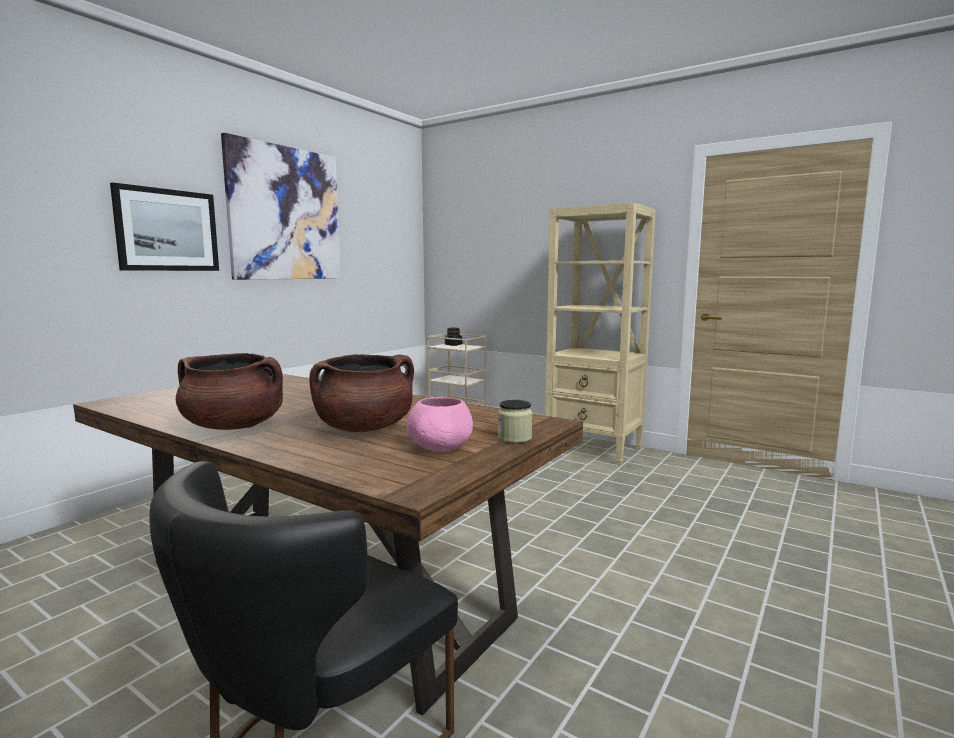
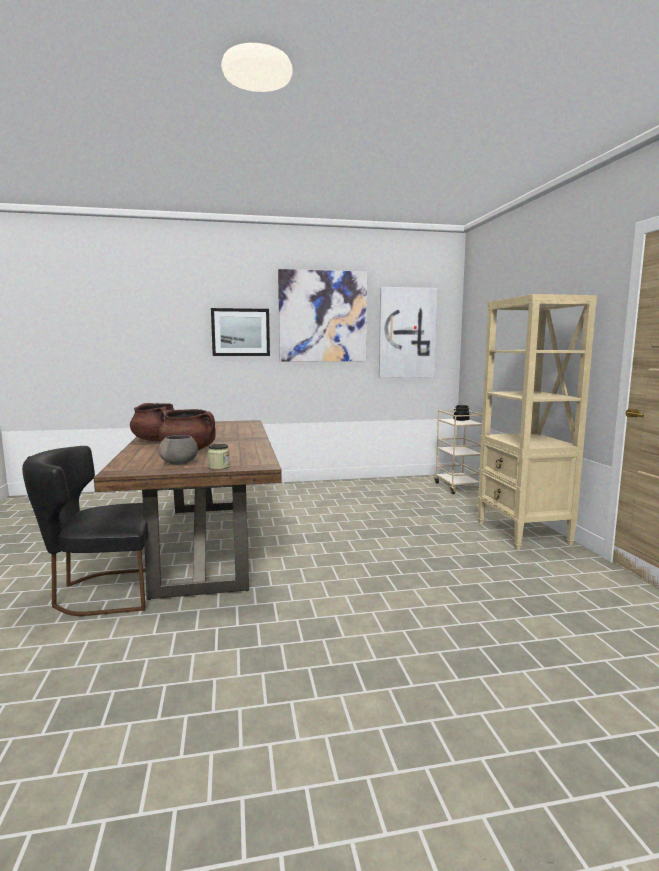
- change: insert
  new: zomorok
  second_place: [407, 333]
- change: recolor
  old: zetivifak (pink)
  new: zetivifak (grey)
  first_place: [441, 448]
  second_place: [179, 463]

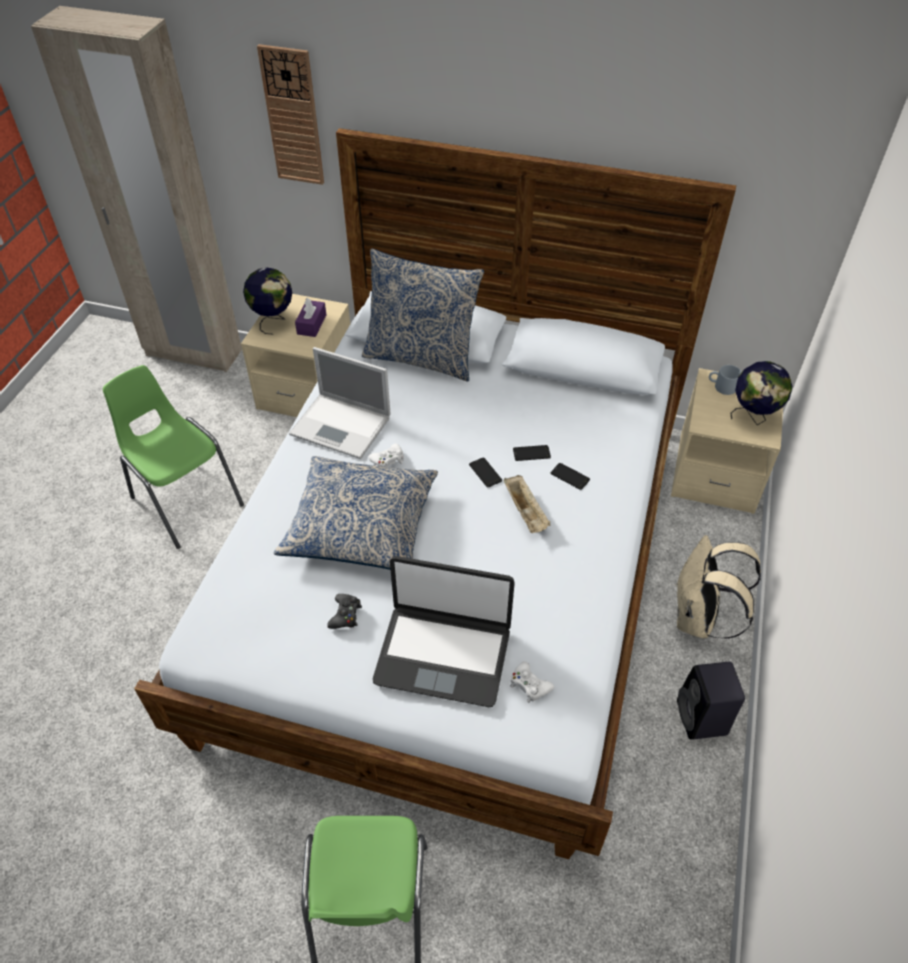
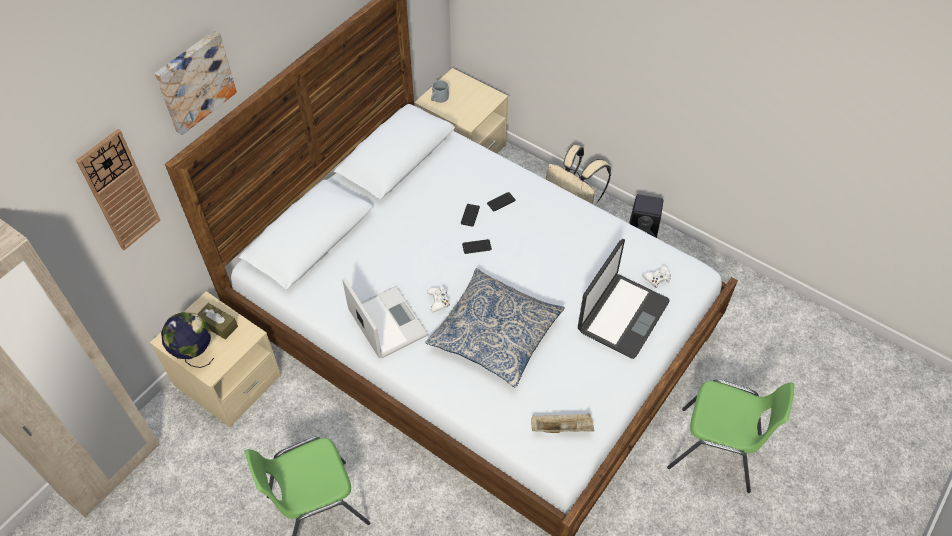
- change: delete
  old: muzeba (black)
  first_place: [345, 615]
- change: delete
  old: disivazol
  first_place: [421, 357]
- change: delete
  old: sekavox
  first_place: [753, 417]
- change: insert
  new: zomorok
  second_place: [194, 81]
- change: move
  old: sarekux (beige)
  first_place: [526, 512]
  second_place: [562, 428]
- change: recolor
  old: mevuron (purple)
  new: mevuron (brown)
  first_place: [311, 324]
  second_place: [218, 325]
- change: rotate
  old: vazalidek
  first_place: [342, 426]
  second_place: [386, 321]
  degrees: -75

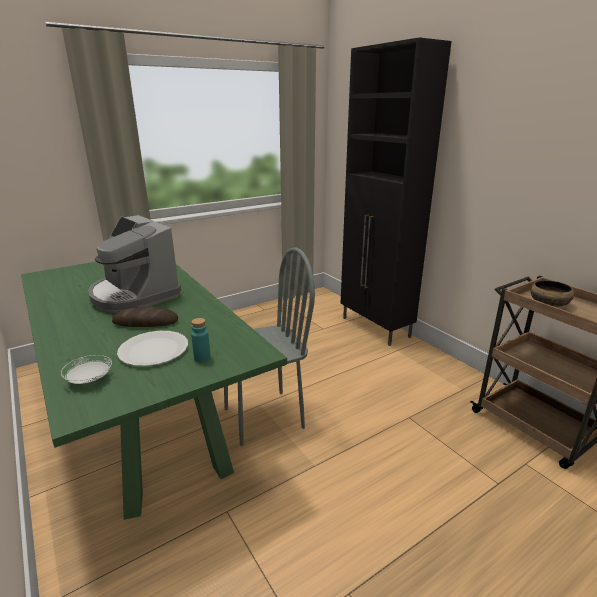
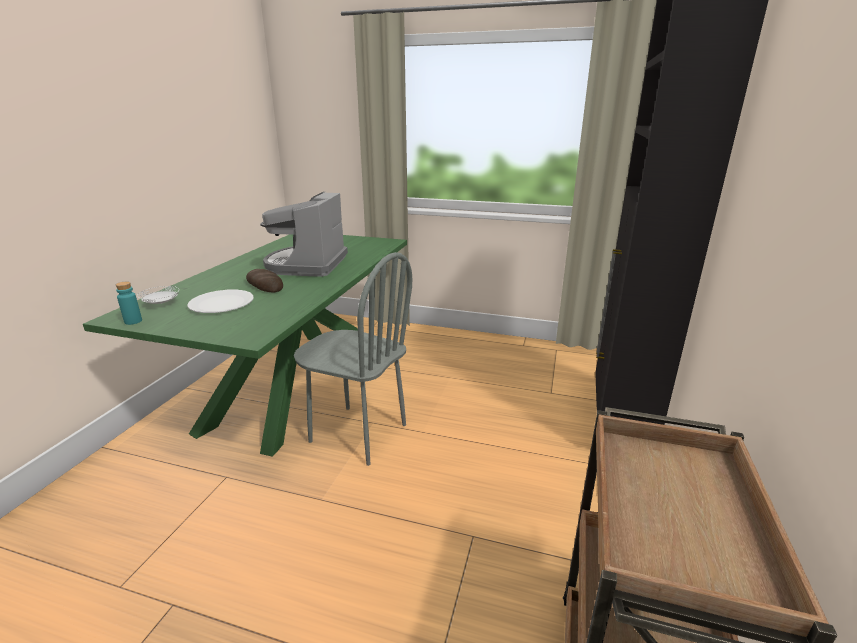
- change: delete
  old: zetivifak
  first_place: [549, 303]
- change: move
  old: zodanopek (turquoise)
  first_place: [202, 358]
  second_place: [133, 321]

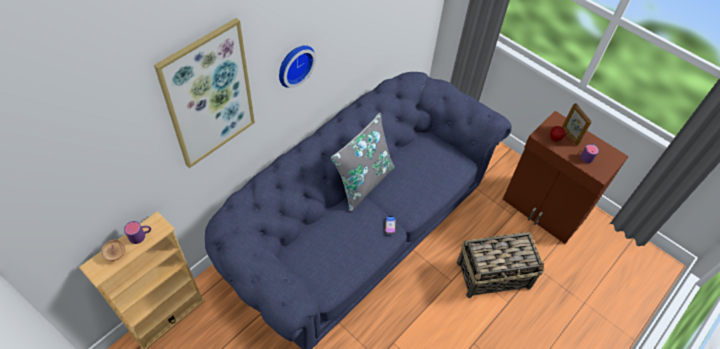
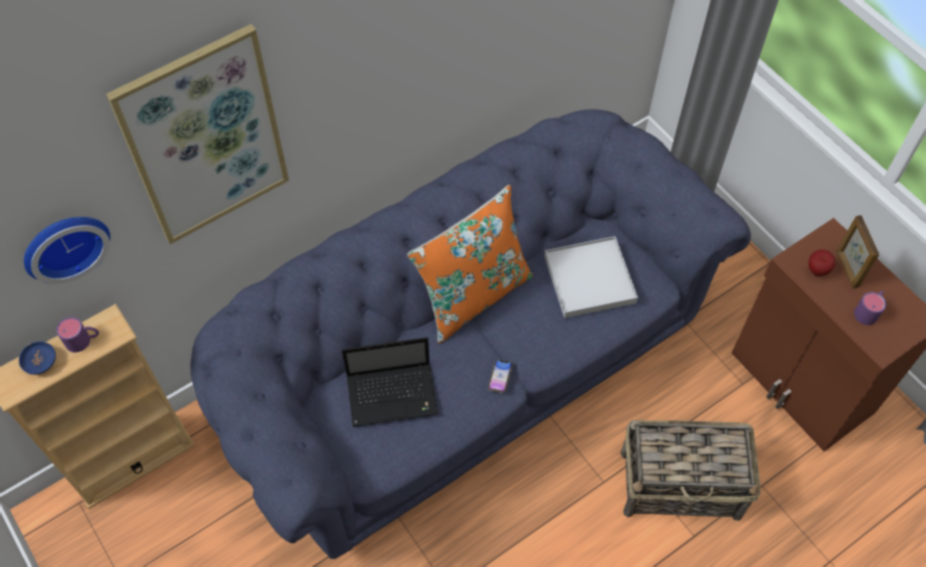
- change: insert
  new: vazalidek
  second_place: [394, 394]
- change: insert
  new: sarekux (white)
  second_place: [589, 279]
- change: move
  old: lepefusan
  first_place: [294, 64]
  second_place: [64, 244]
- change: recolor
  old: zetivifak (brown)
  new: zetivifak (blue)
  first_place: [115, 253]
  second_place: [41, 363]
- change: recolor
  old: disivazol (grey)
  new: disivazol (orange)
  first_place: [363, 182]
  second_place: [473, 295]

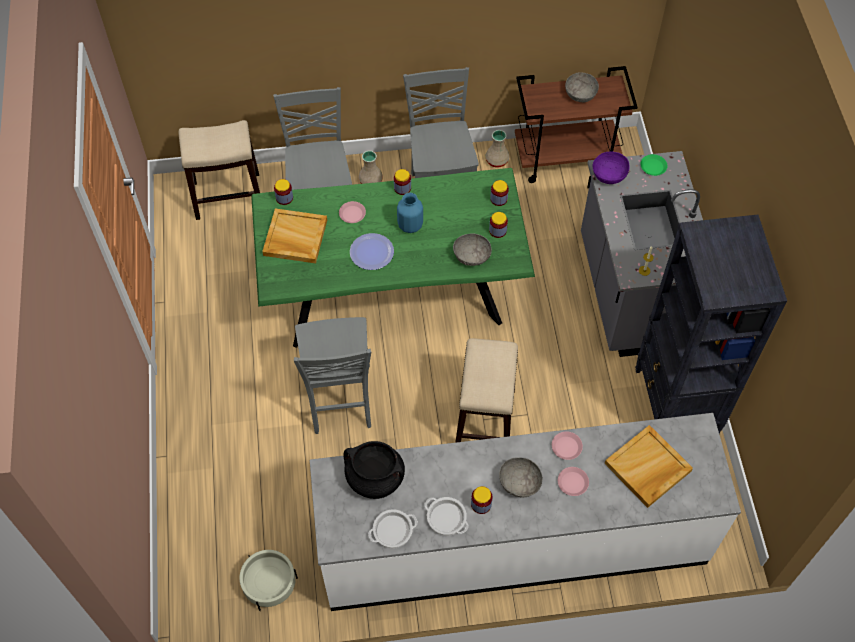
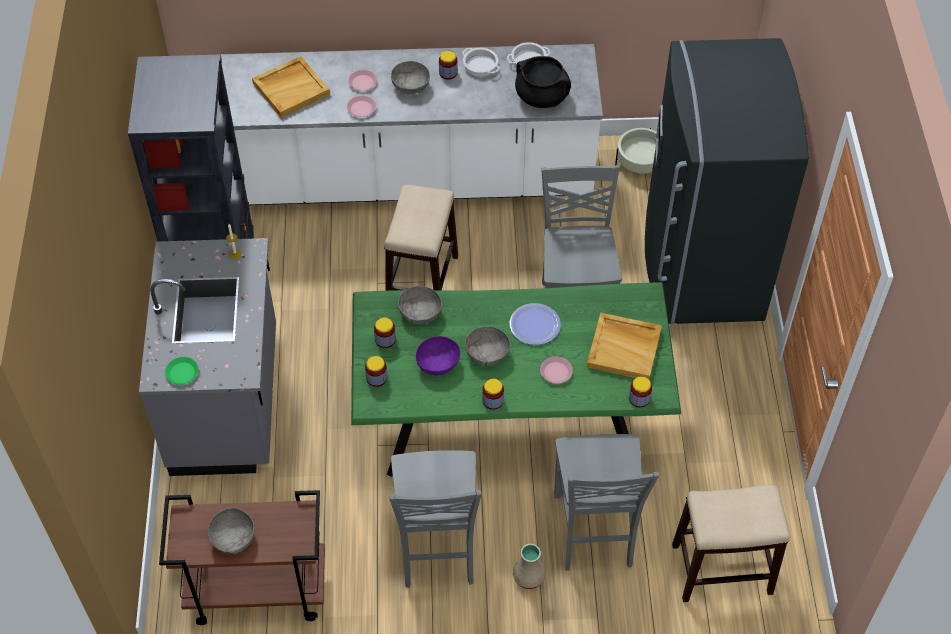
- change: delete
  old: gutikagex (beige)
  first_place: [497, 160]
- change: insert
  new: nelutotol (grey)
  second_place: [700, 265]
- change: move
  old: zetivifak (purple)
  first_place: [609, 175]
  second_place: [438, 363]
- change: replace
  old: gutikagex (blue)
  new: zetivifak (grey)
  first_place: [410, 225]
  second_place: [487, 353]

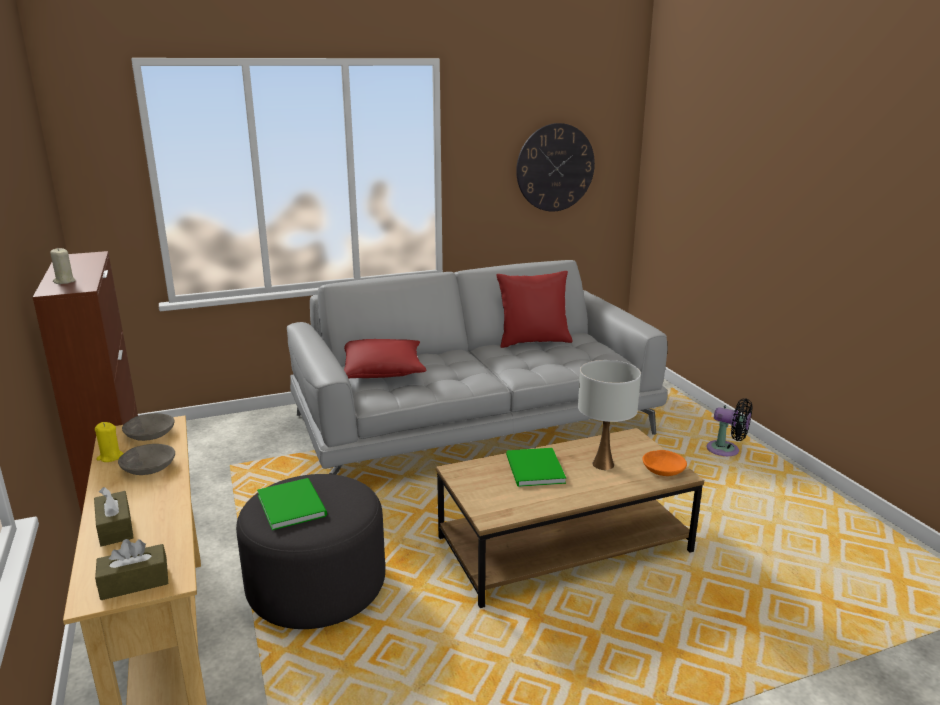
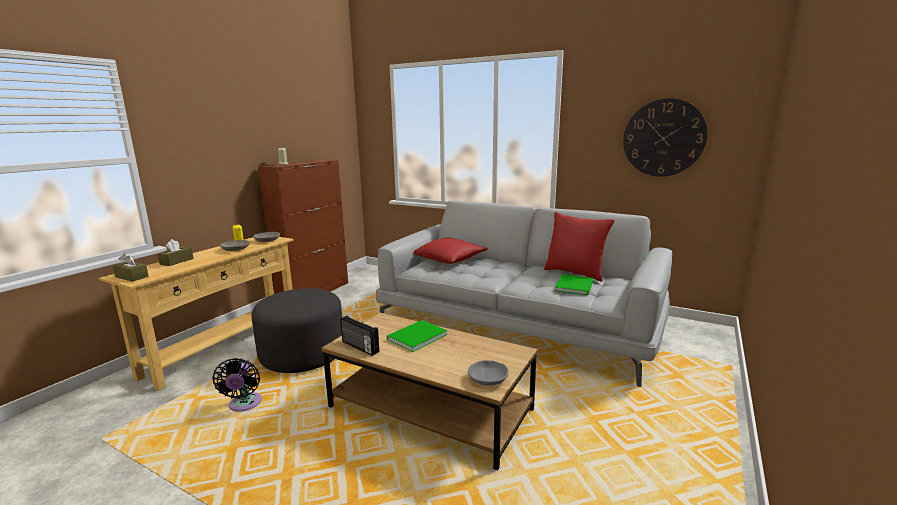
- change: delete
  old: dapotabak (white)
  first_place: [602, 464]
- change: insert
  new: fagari
  second_place: [359, 347]
- change: move
  old: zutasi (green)
  first_place: [293, 504]
  second_place: [575, 285]
- change: move
  old: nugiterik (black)
  first_place: [726, 450]
  second_place: [244, 405]
- change: recolor
  old: zetivifak (orange)
  new: zetivifak (grey)
  first_place: [663, 469]
  second_place: [488, 378]

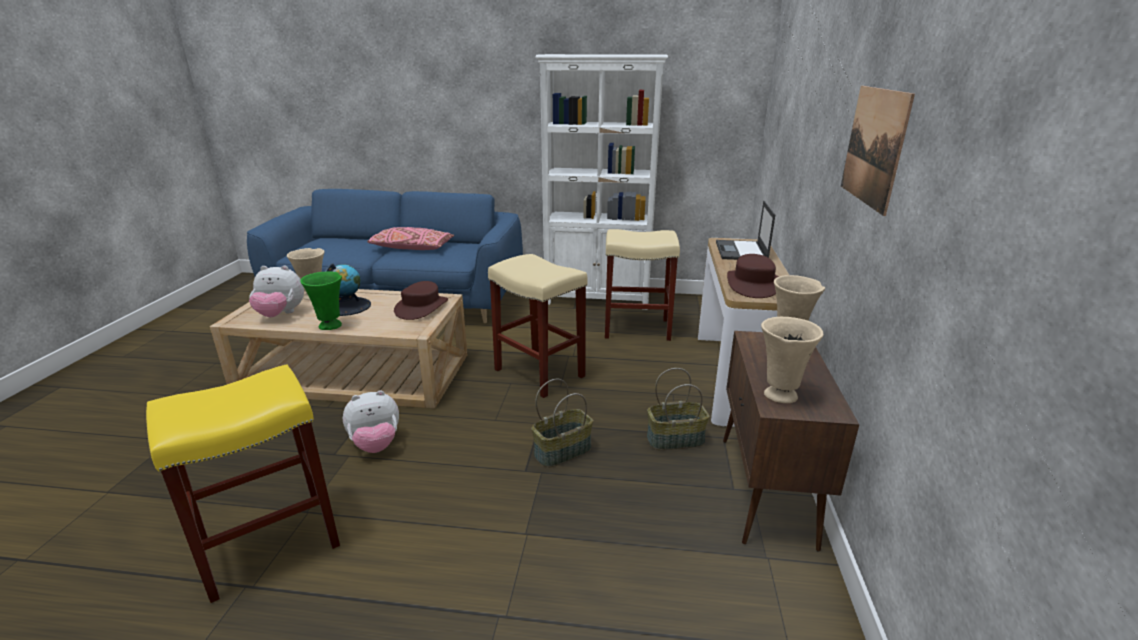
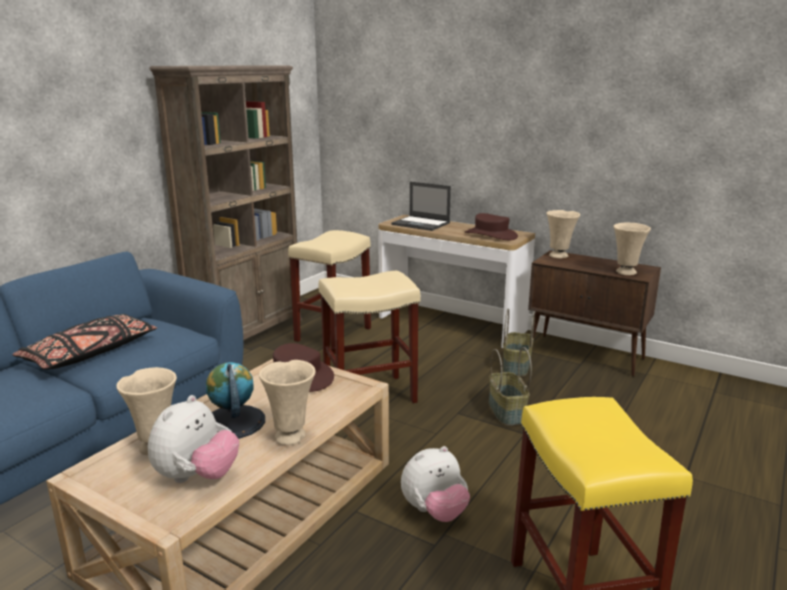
- change: delete
  old: zomorok
  first_place: [873, 146]
- change: recolor
  old: gutikagex (green)
  new: gutikagex (beige)
  first_place: [331, 326]
  second_place: [291, 436]
- change: recolor
  old: disivazol (pink)
  new: disivazol (black)
  first_place: [411, 248]
  second_place: [90, 353]
- change: recolor
  old: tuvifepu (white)
  new: tuvifepu (brown)
  first_place: [598, 299]
  second_place: [248, 334]
- change: rotate
  old: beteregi
  first_place: [376, 445]
  second_place: [434, 512]
  degrees: 60

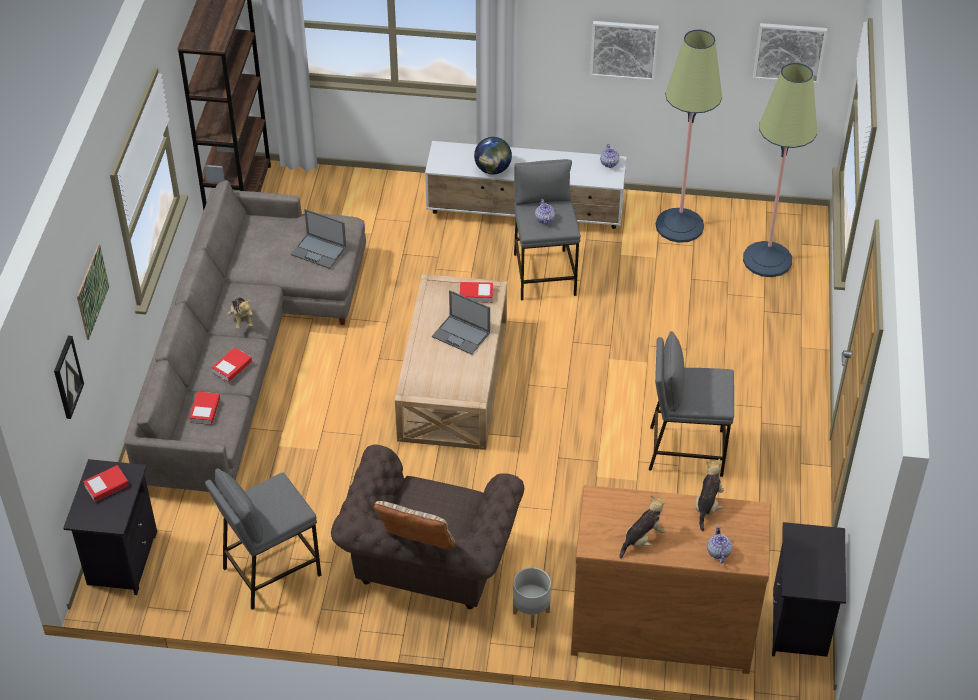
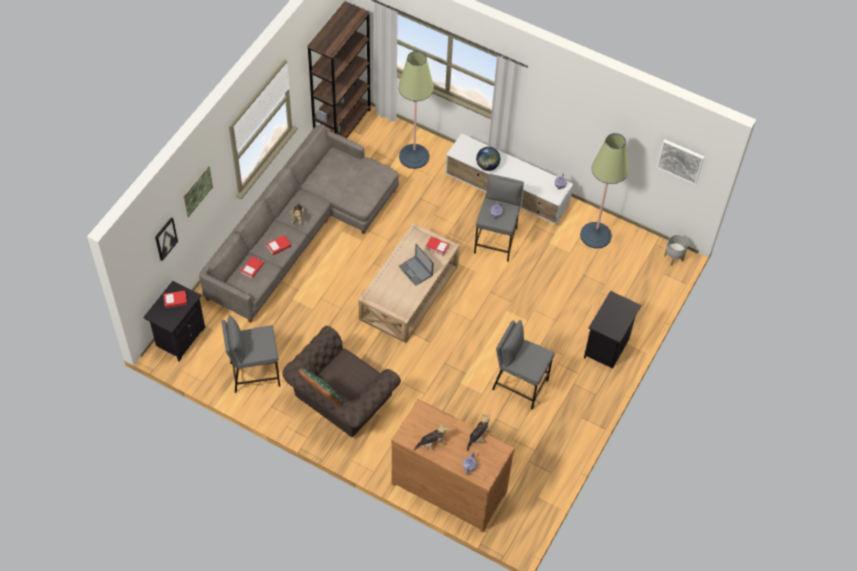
- change: delete
  old: vazalidek
  first_place: [319, 251]
- change: delete
  old: zomorok
  first_place: [624, 49]
- change: move
  old: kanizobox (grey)
  first_place: [530, 612]
  second_place: [673, 257]
- change: move
  old: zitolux
  first_place: [767, 260]
  second_place: [414, 156]
- change: move
  old: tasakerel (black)
  first_place: [800, 625]
  second_place: [607, 348]
- change: recolor
  old: disivazol (beige)
  new: disivazol (green)
  first_place: [416, 546]
  second_place: [321, 396]

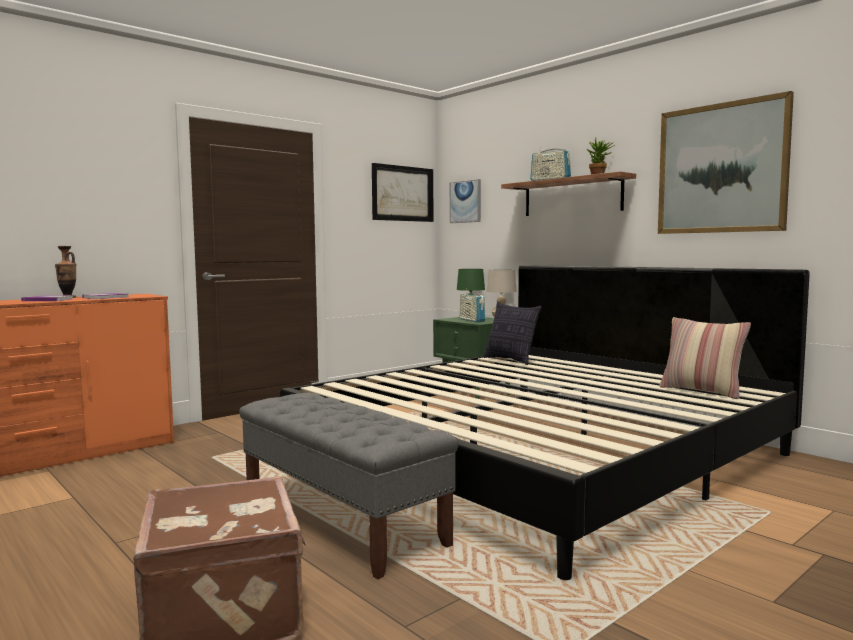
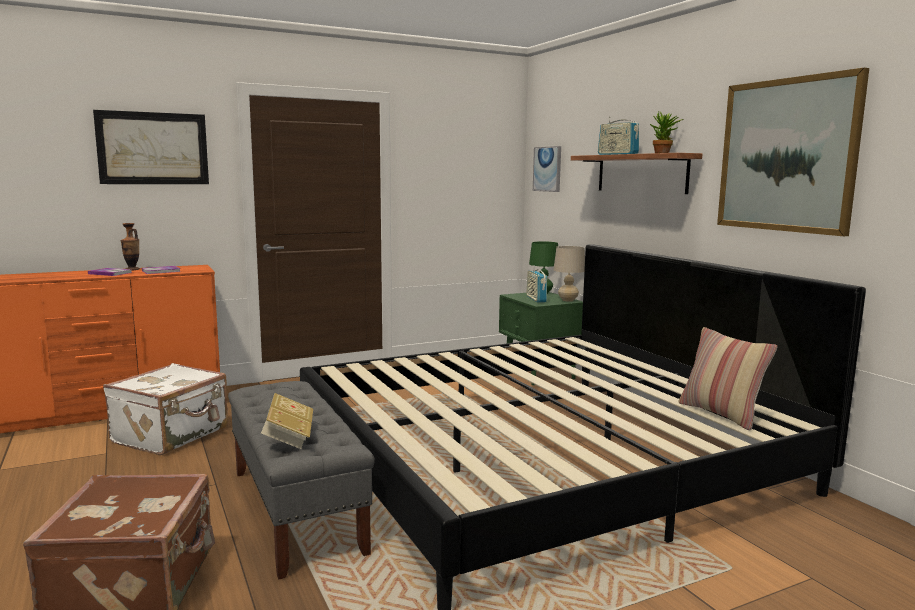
- change: delete
  old: disivazol
  first_place: [510, 360]
- change: insert
  new: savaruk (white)
  second_place: [172, 435]
- change: insert
  new: zutasi
  second_place: [289, 437]
- change: move
  old: zomorok
  first_place: [402, 193]
  second_place: [153, 148]

